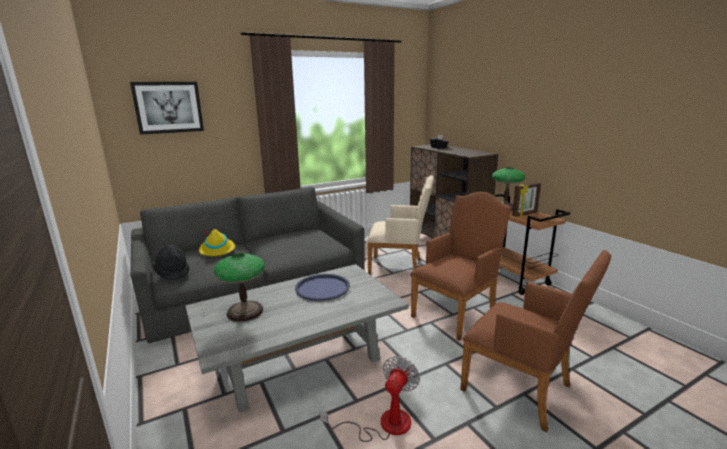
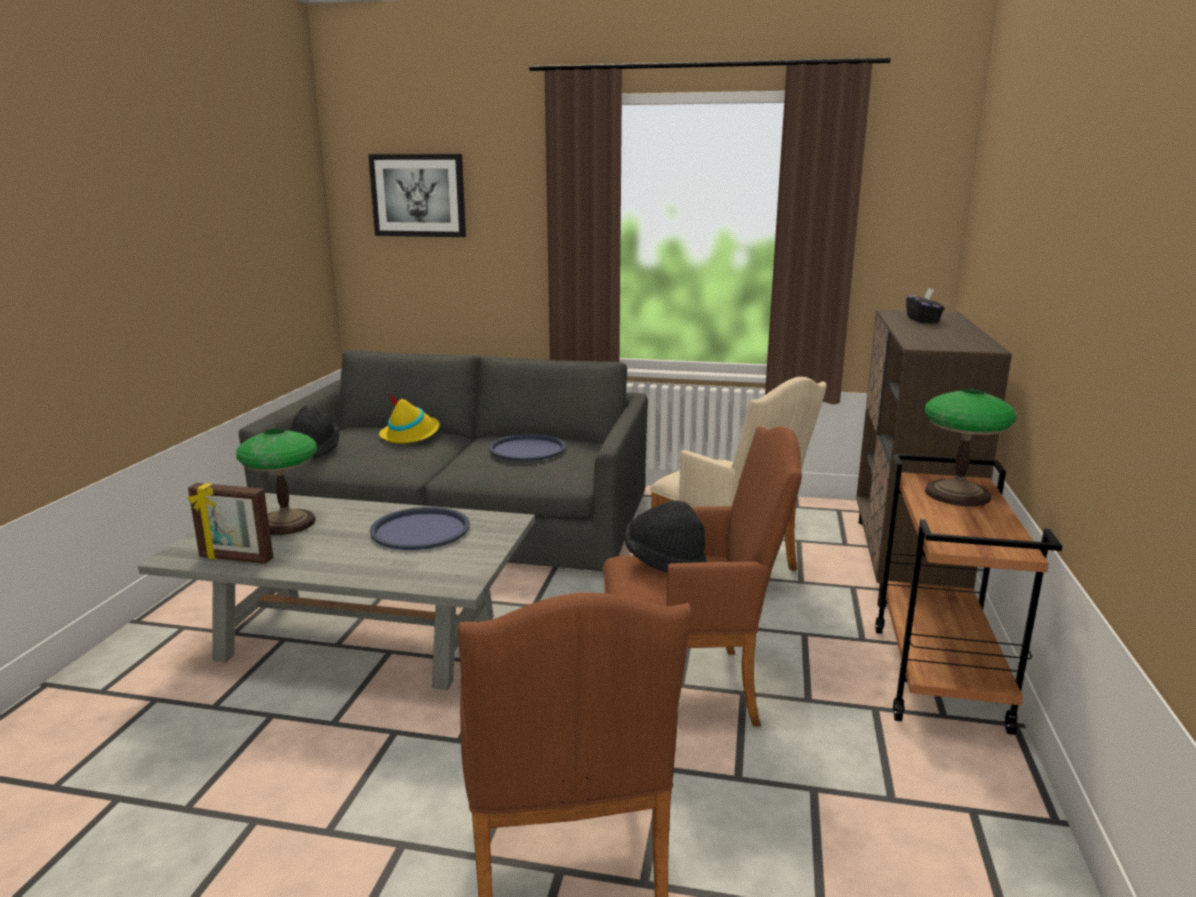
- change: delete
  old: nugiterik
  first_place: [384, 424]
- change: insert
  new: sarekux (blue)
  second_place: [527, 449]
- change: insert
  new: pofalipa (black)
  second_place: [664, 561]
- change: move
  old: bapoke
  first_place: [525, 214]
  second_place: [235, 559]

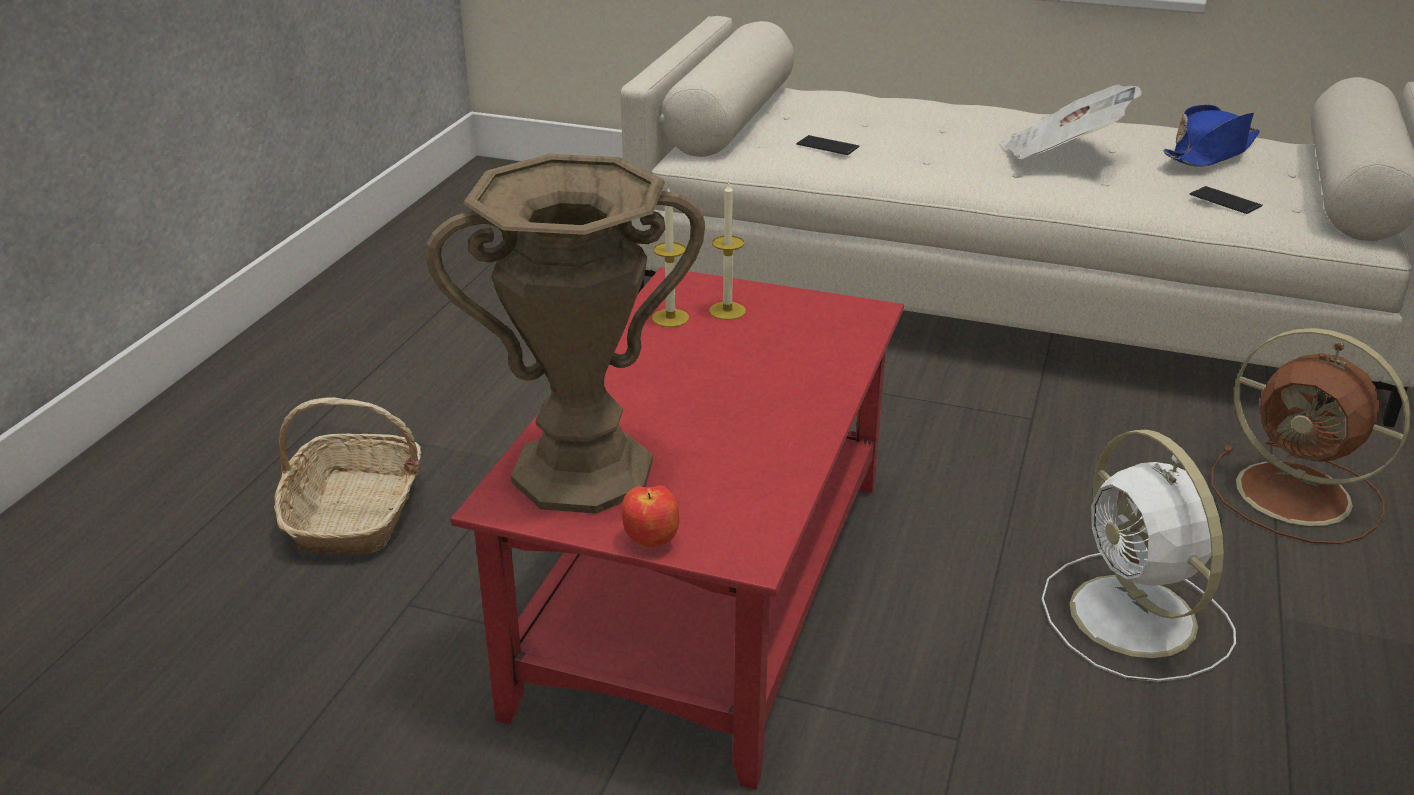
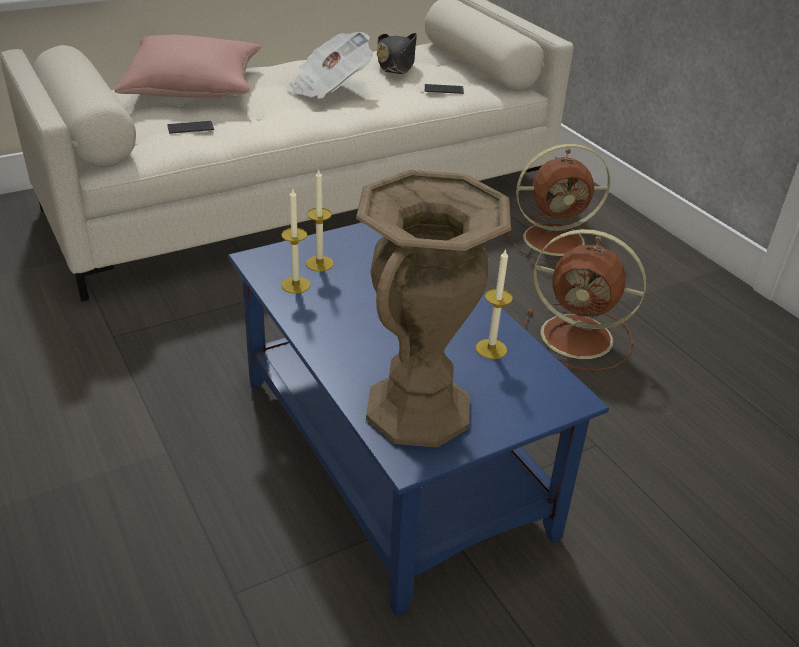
- change: delete
  old: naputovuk
  first_place: [355, 513]
- change: delete
  old: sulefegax
  first_place: [652, 541]
- change: insert
  new: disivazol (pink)
  second_place: [194, 88]
- change: insert
  new: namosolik
  second_place: [491, 349]
- change: recolor
  old: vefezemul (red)
  new: vefezemul (blue)
  first_place: [707, 593]
  second_place: [394, 456]
- change: recolor
  old: nugiterik (white)
  new: nugiterik (brown)
  first_place: [1136, 619]
  second_place: [580, 337]
- change: recolor
  old: pofalipa (blue)
  new: pofalipa (black)
  first_place: [1210, 153]
  second_place: [396, 63]

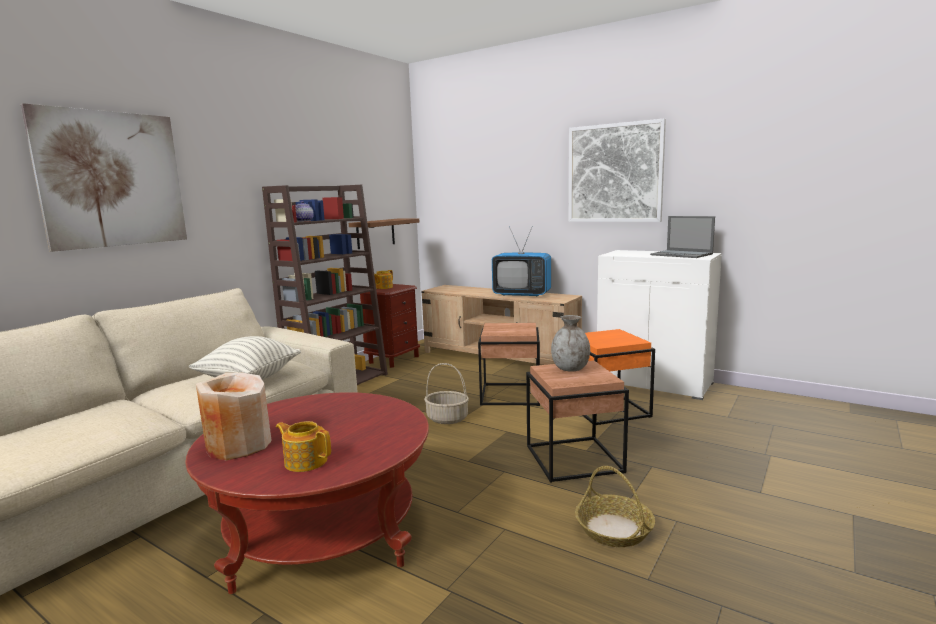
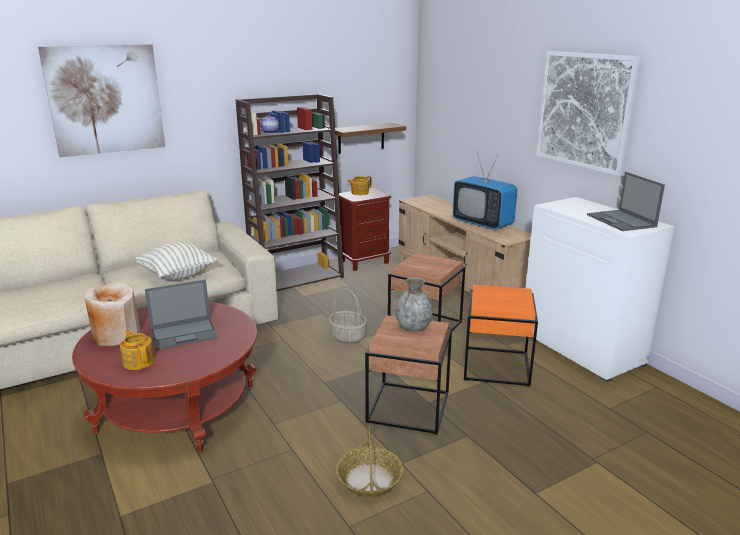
- change: insert
  new: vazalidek
  second_place: [185, 333]

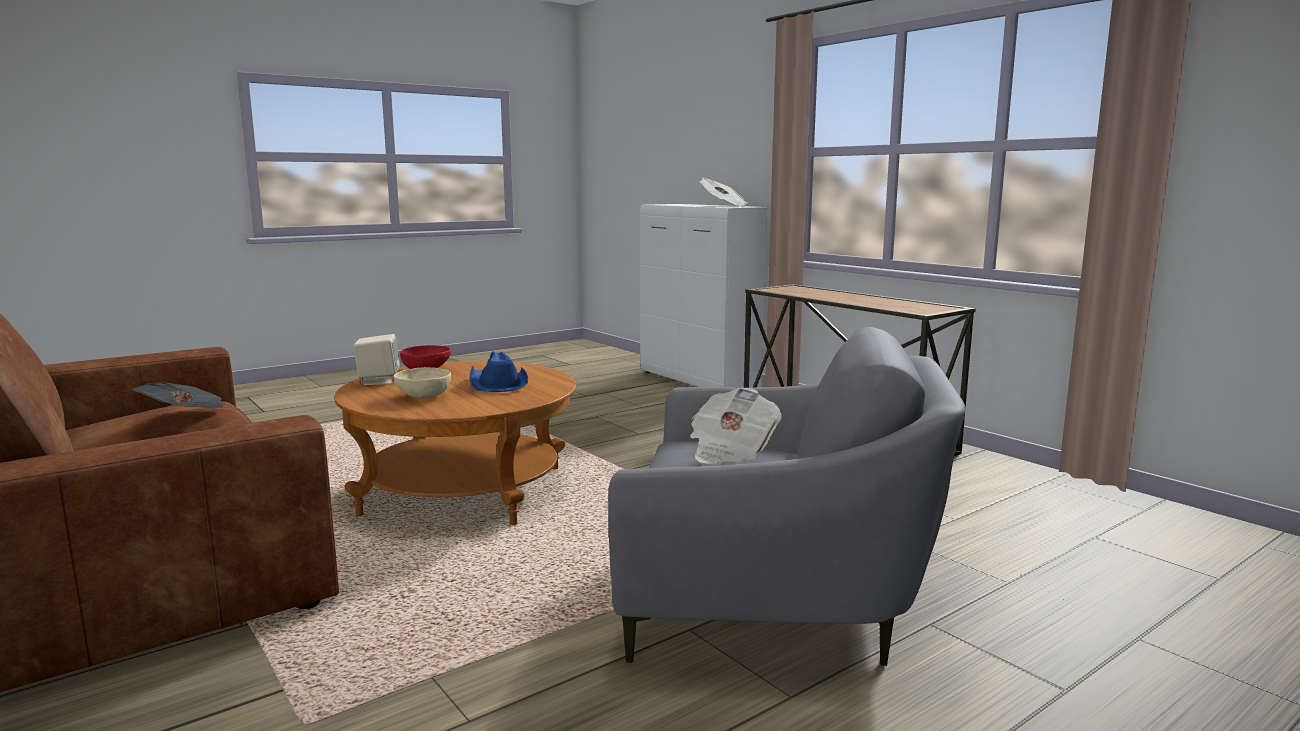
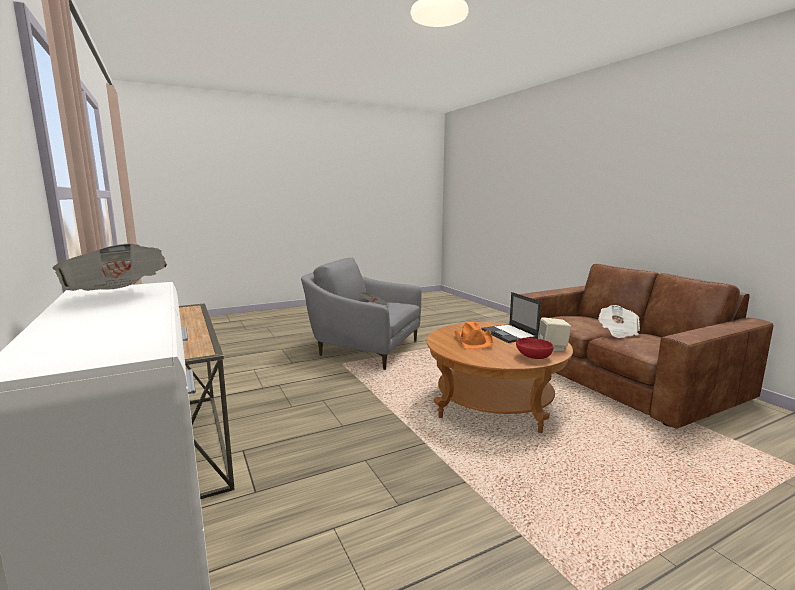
- change: replace
  old: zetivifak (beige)
  new: vazalidek
  first_place: [423, 396]
  second_place: [510, 334]
- change: recolor
  old: pofalipa (blue)
  new: pofalipa (orange)
  first_place: [498, 384]
  second_place: [473, 341]

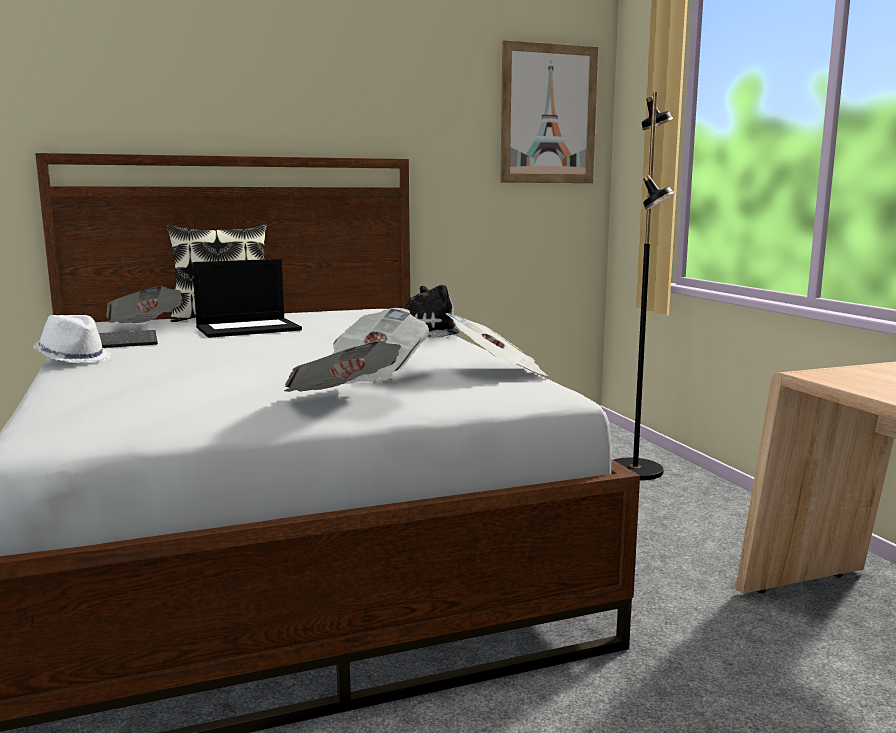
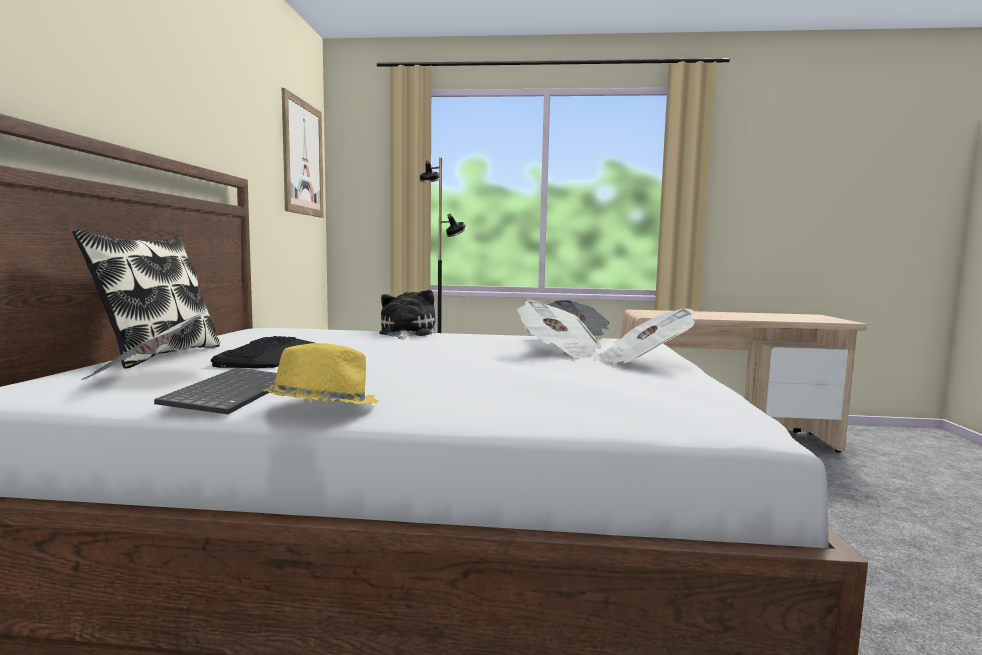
- change: replace
  old: vazalidek
  new: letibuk
  first_place: [249, 328]
  second_place: [270, 354]
- change: recolor
  old: pofalipa (white)
  new: pofalipa (yellow)
  first_place: [74, 358]
  second_place: [322, 406]

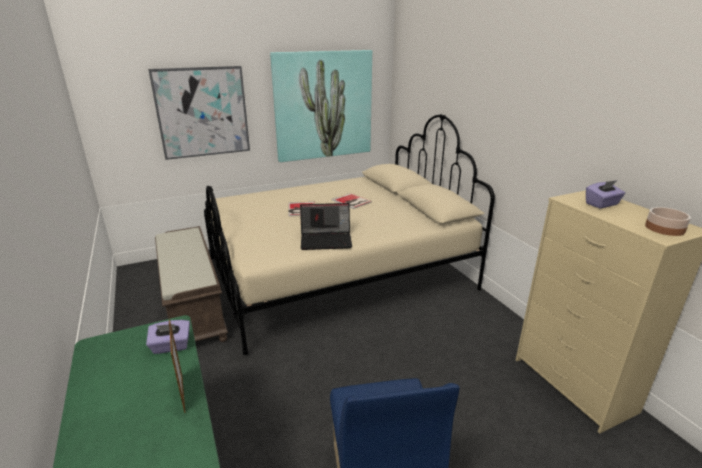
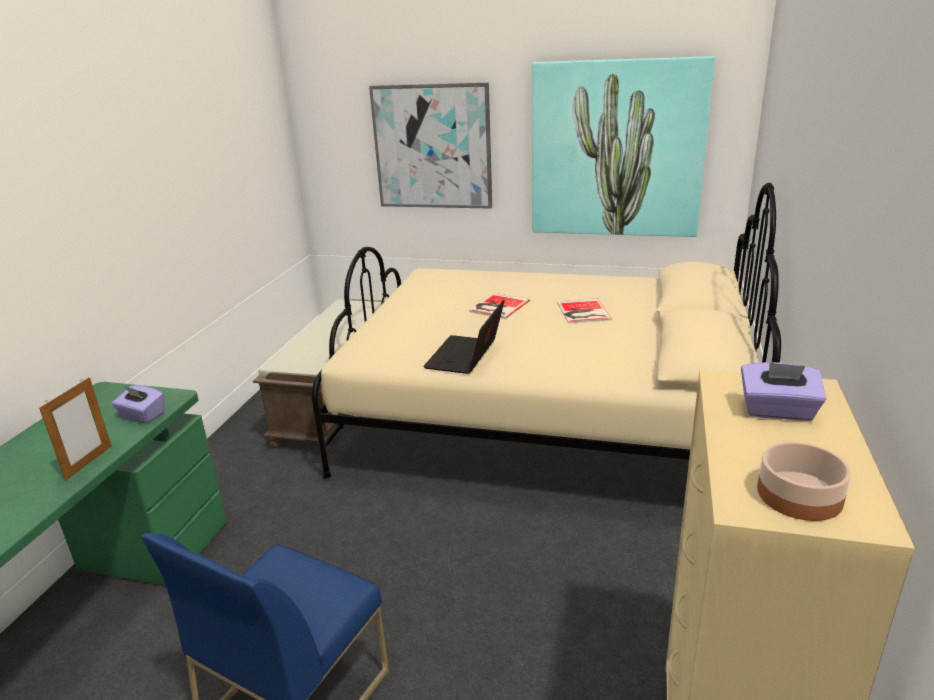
- change: rotate
  old: vazalidek
  first_place: [327, 240]
  second_place: [466, 357]
  degrees: 75

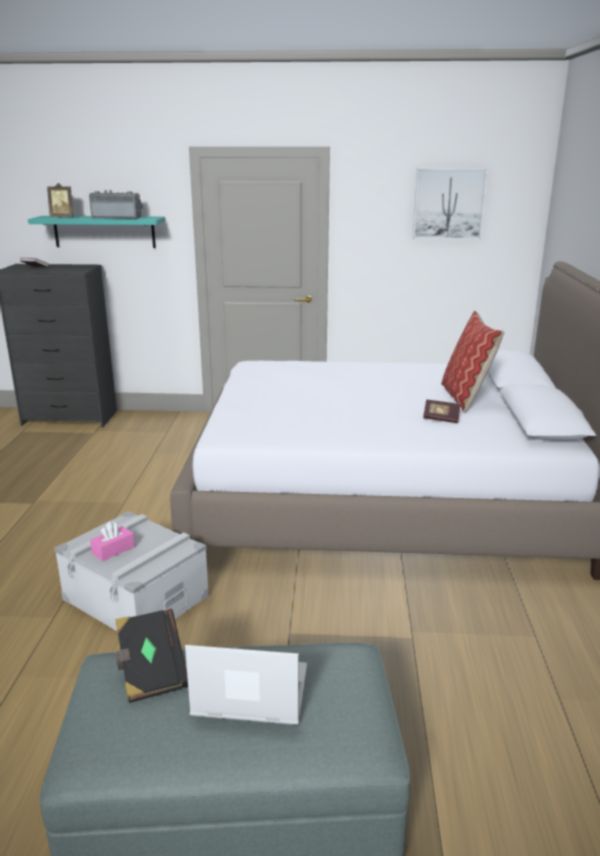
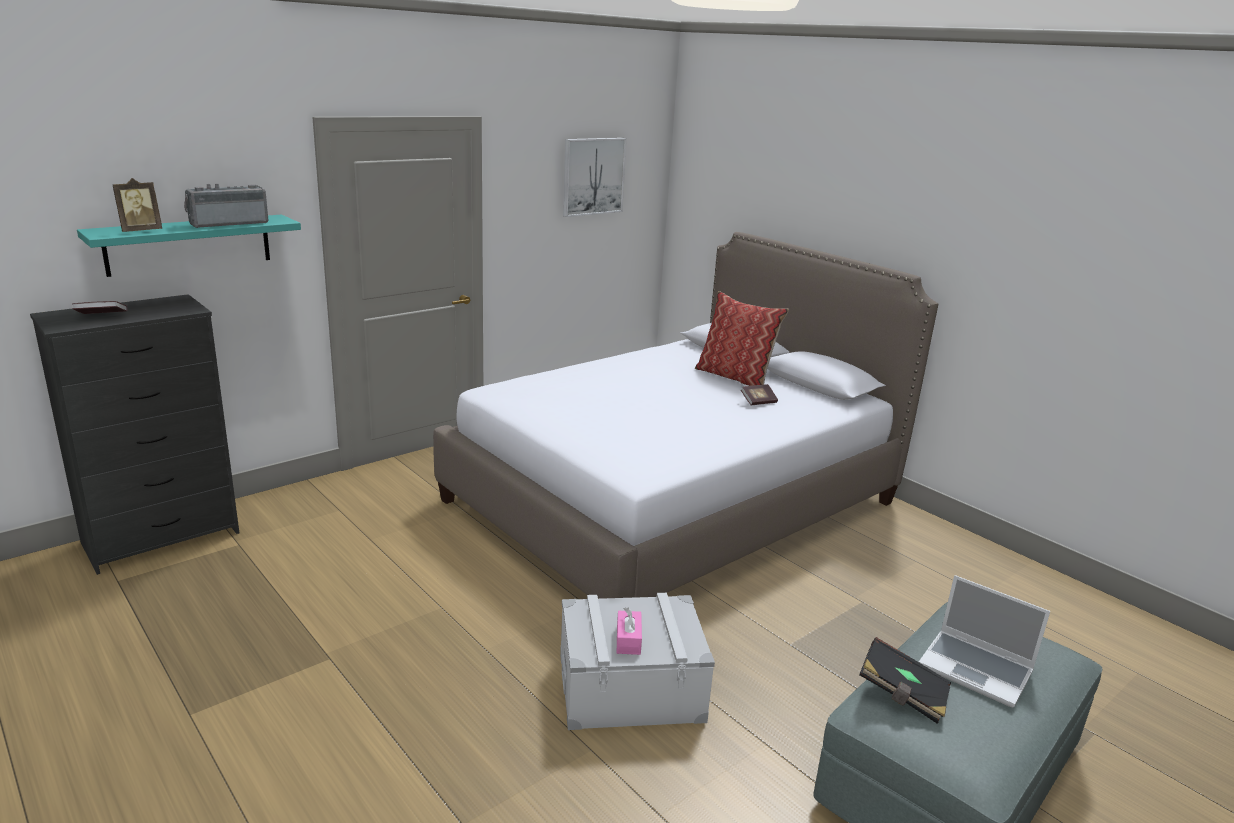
- change: rotate
  old: vazalidek
  first_place: [249, 693]
  second_place: [977, 669]
  degrees: -105

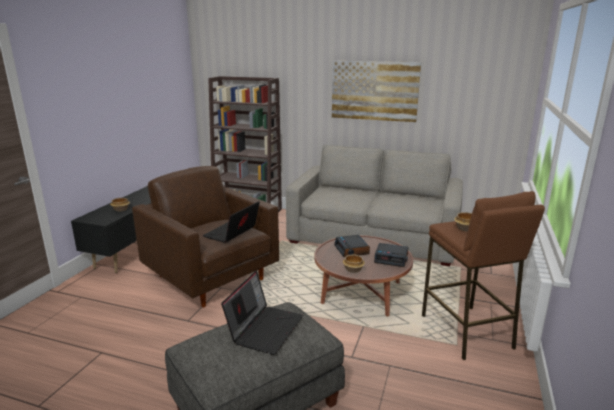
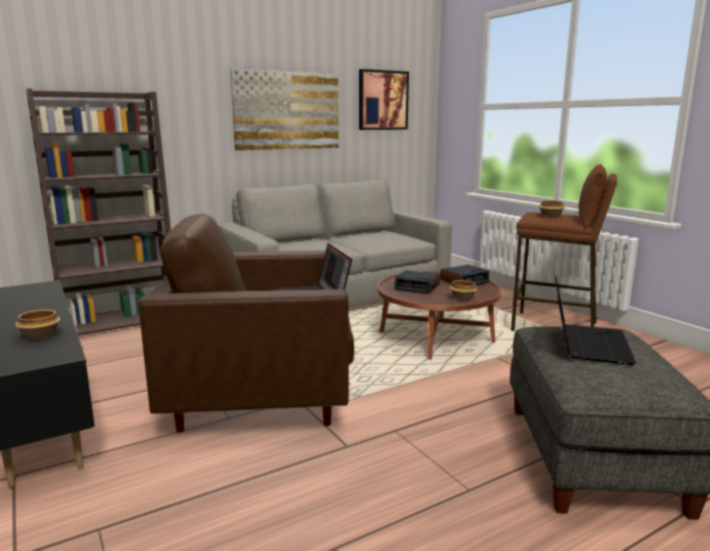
- change: insert
  new: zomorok
  second_place: [383, 100]
- change: rotate
  old: vazalidek
  first_place: [265, 328]
  second_place: [587, 343]
  degrees: 45

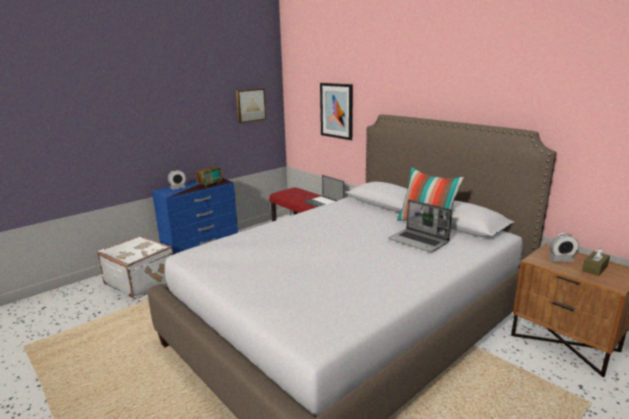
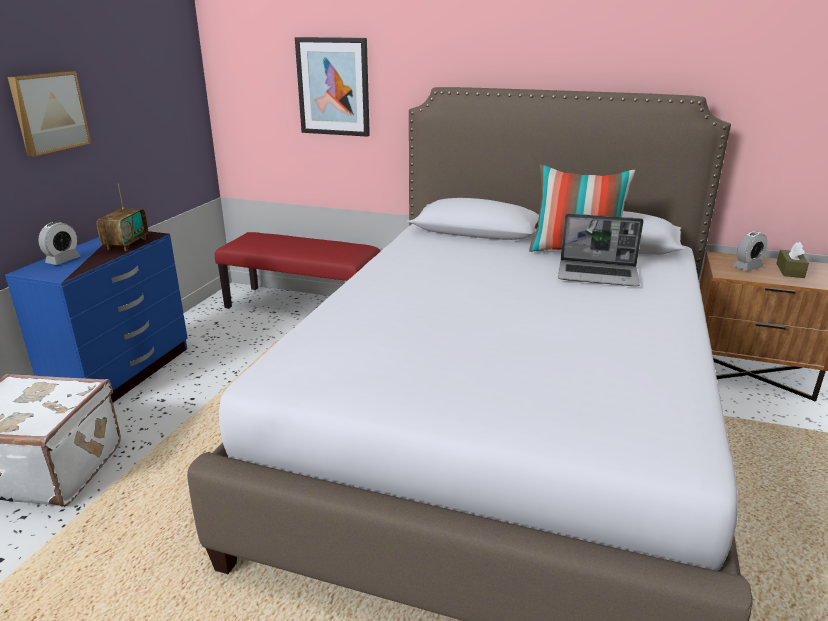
- change: delete
  old: vazalidek
  first_place: [324, 203]
- change: move
  old: zomorok
  first_place: [250, 105]
  second_place: [48, 112]

